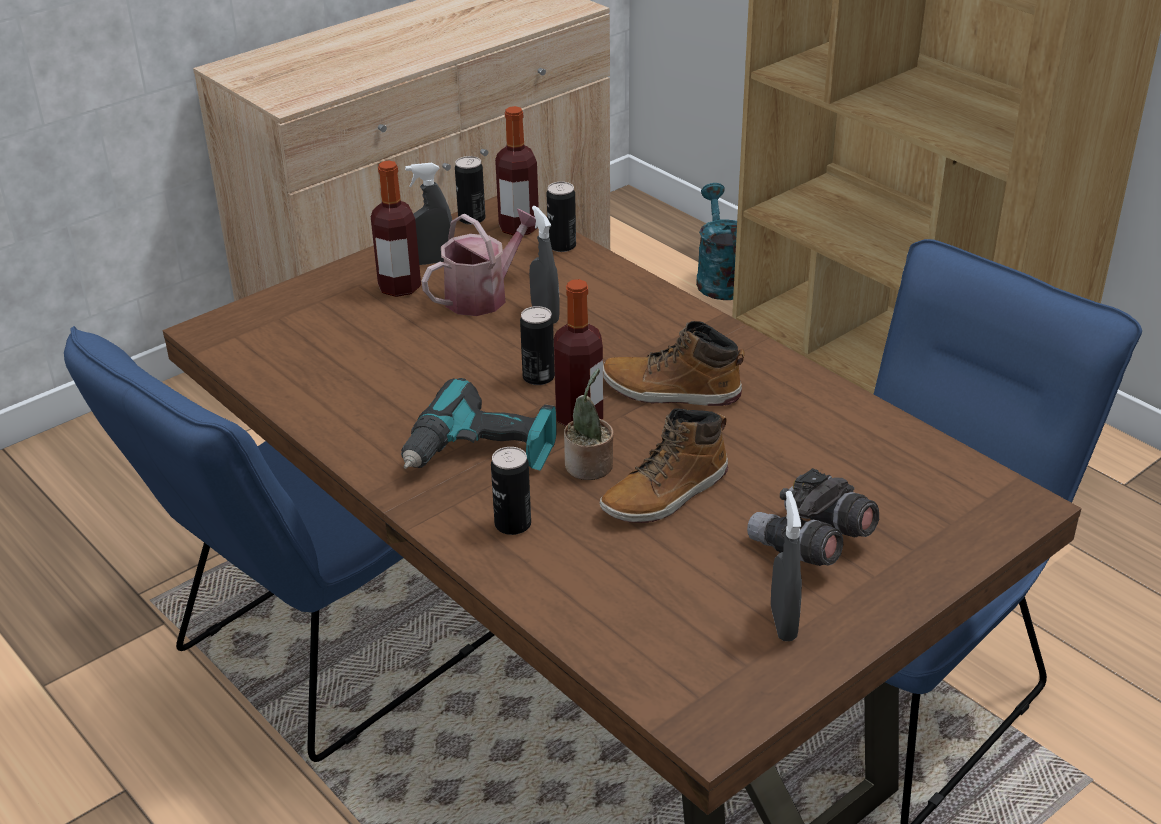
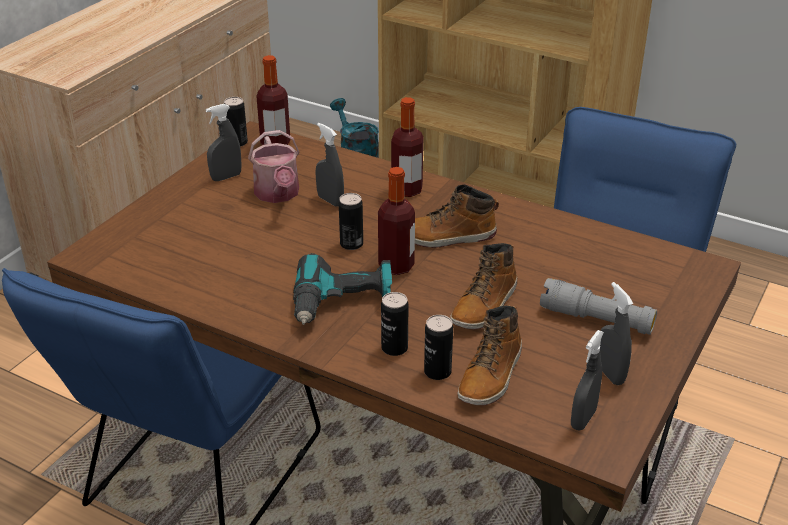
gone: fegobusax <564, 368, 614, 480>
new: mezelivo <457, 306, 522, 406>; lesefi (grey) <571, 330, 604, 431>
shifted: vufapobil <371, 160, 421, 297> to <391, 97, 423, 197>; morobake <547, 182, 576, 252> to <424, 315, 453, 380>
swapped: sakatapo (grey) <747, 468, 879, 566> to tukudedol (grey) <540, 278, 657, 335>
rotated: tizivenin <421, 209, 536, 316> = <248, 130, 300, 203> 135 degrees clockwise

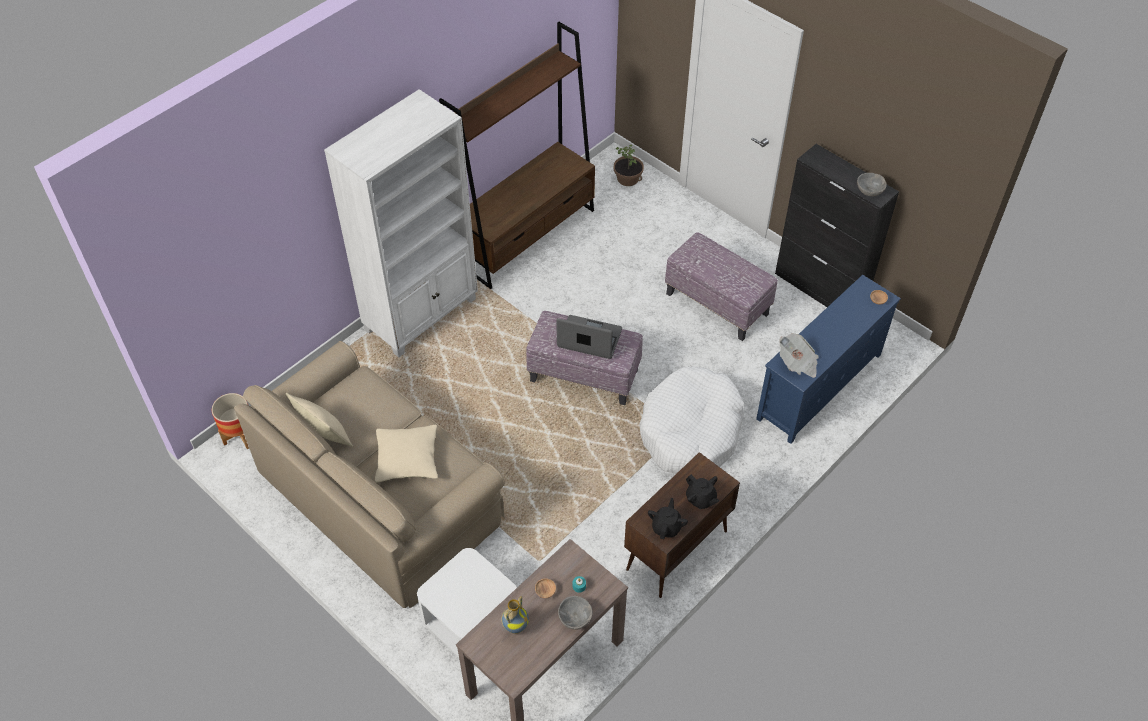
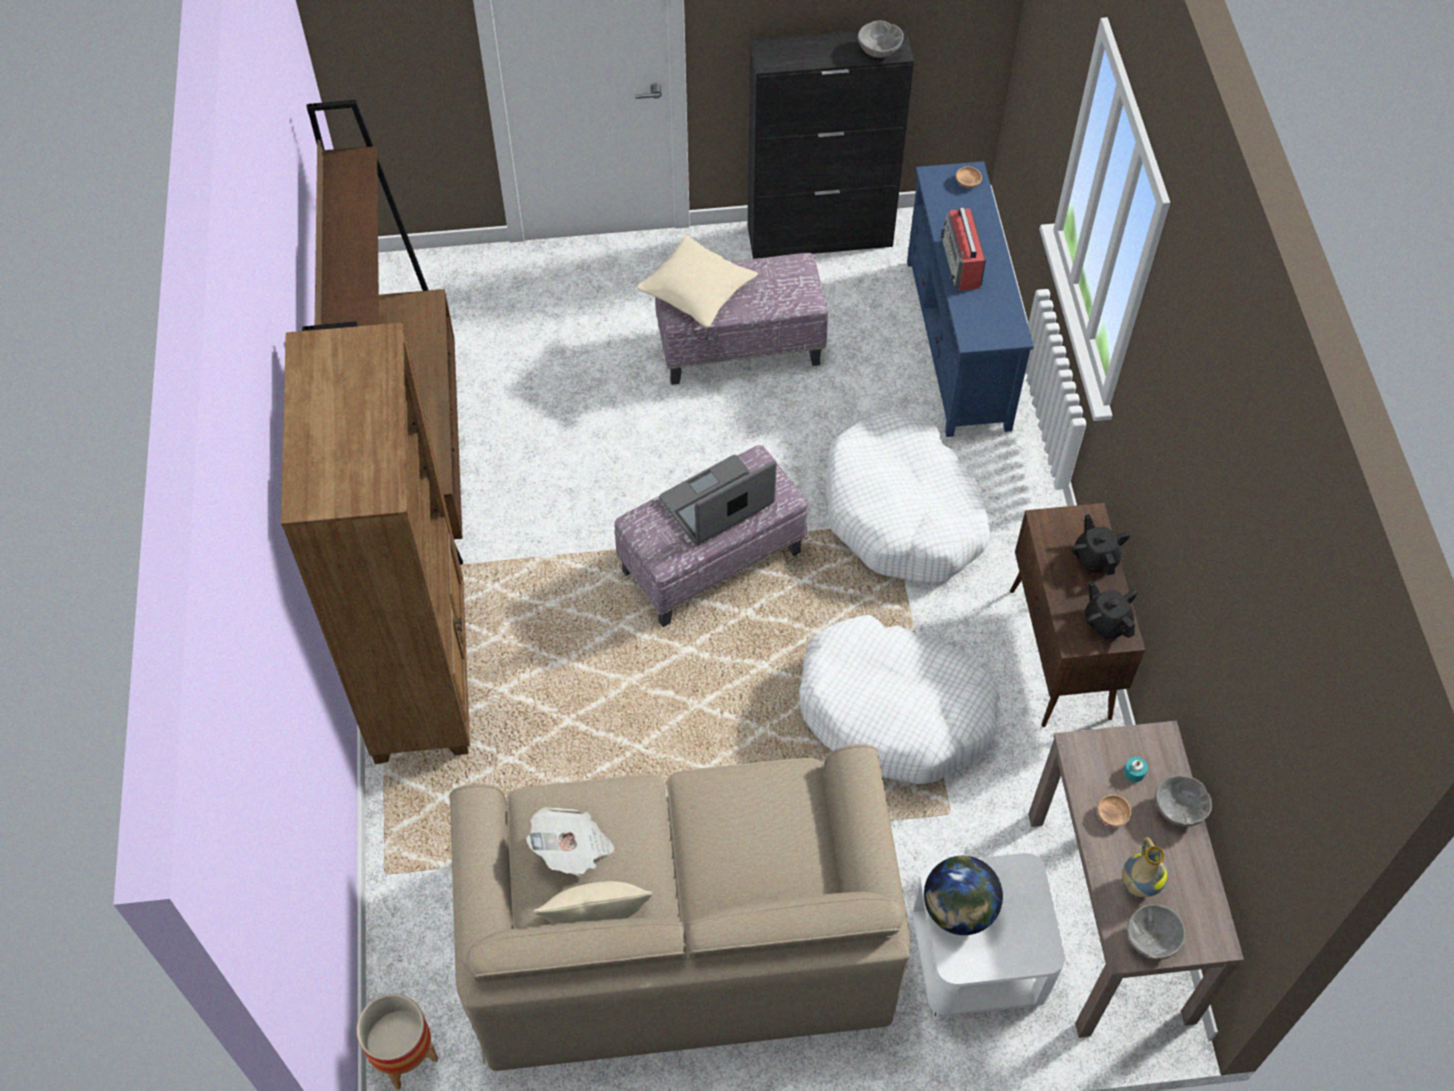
gone: fegobusax <614, 144, 644, 186>
new: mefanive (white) <799, 615, 1000, 784>; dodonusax <924, 856, 1003, 935>; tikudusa <941, 208, 986, 291>; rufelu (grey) <1127, 904, 1185, 960>
shifted: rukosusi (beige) <375, 425, 438, 482> to <636, 235, 758, 328>; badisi <779, 333, 818, 378> to <526, 807, 614, 876>
repainted: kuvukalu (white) <324, 89, 478, 357> to kuvukalu (brown) <281, 322, 470, 764>
rotated: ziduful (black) <686, 474, 720, 509> = <1072, 514, 1130, 575> 105 degrees counterclockwise

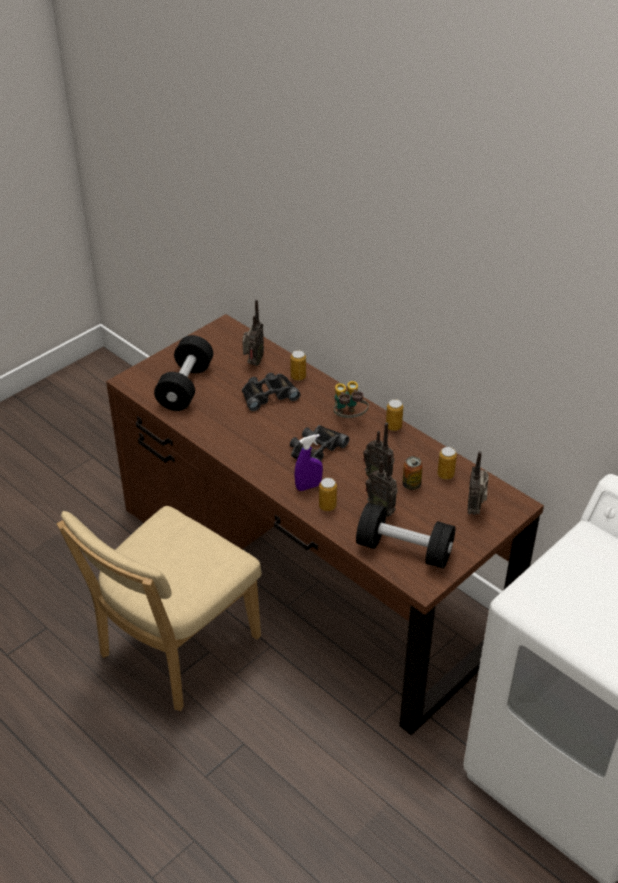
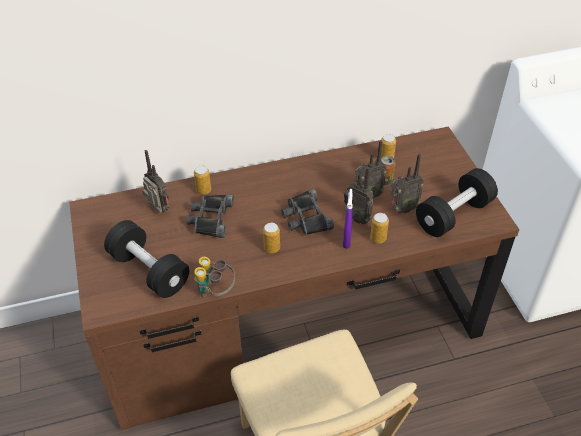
shifted: sakatapo <334, 381, 369, 418> to <194, 257, 235, 297>; morobake <386, 399, 403, 431> to <263, 223, 280, 253>; tikudusa <468, 451, 489, 515> to <344, 167, 374, 224>

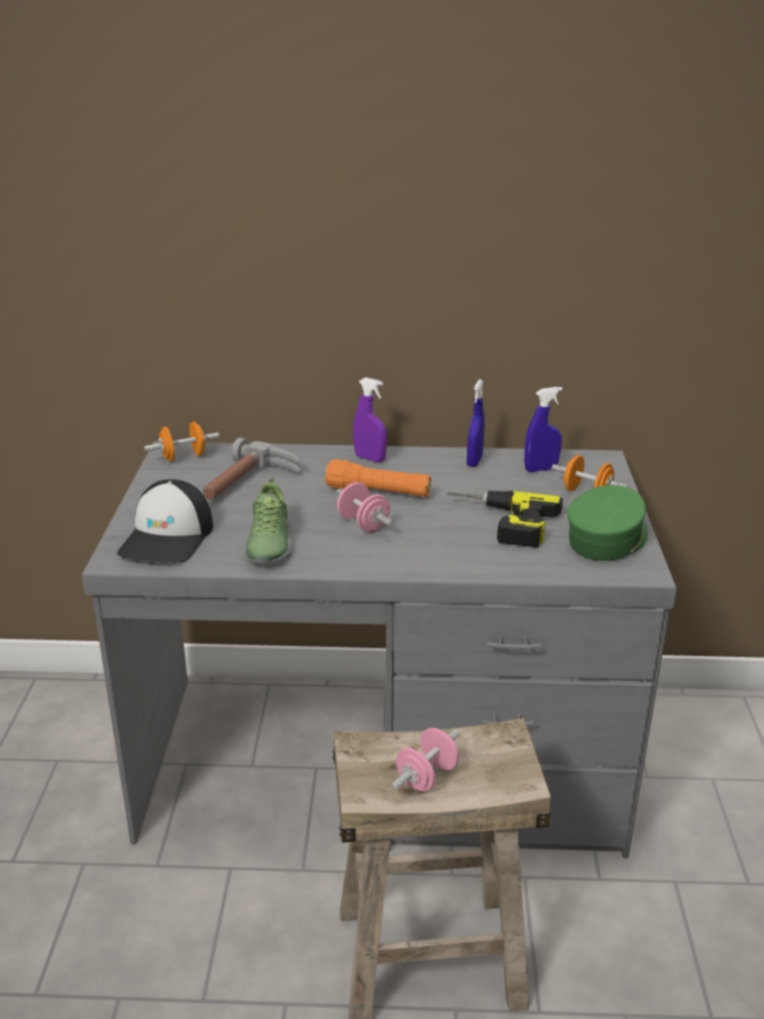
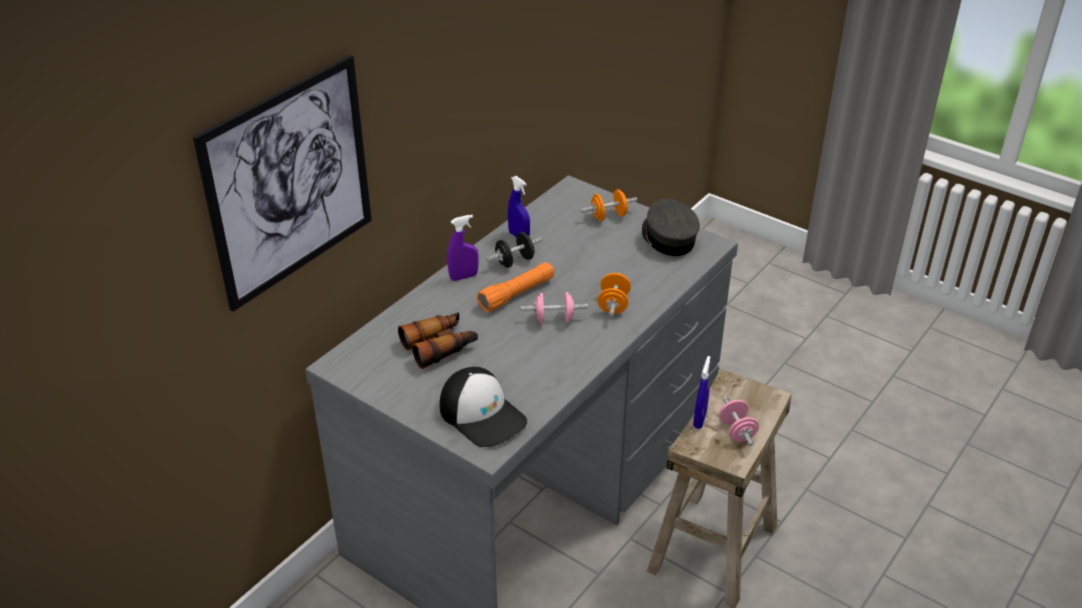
gone: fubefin <244, 478, 292, 564>; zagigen <447, 491, 563, 548>
new: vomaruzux <193, 55, 372, 312>; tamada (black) <486, 232, 542, 268>
shifted: tamada (orange) <144, 422, 219, 461> to <598, 272, 631, 316>; lesefi (blue) <524, 387, 562, 472> to <693, 356, 710, 429>
swapped: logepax <203, 438, 300, 499> to sakatapo <398, 312, 478, 369>
repainted: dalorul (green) <567, 485, 648, 561> to dalorul (grey) <642, 199, 700, 256>

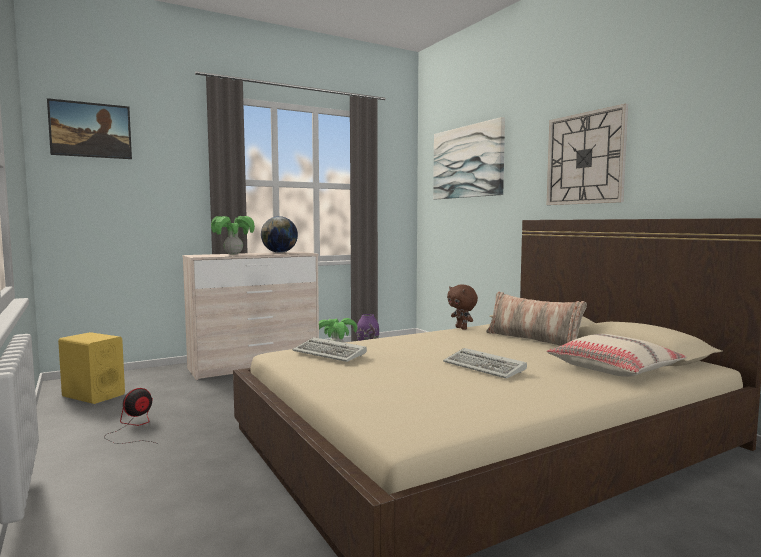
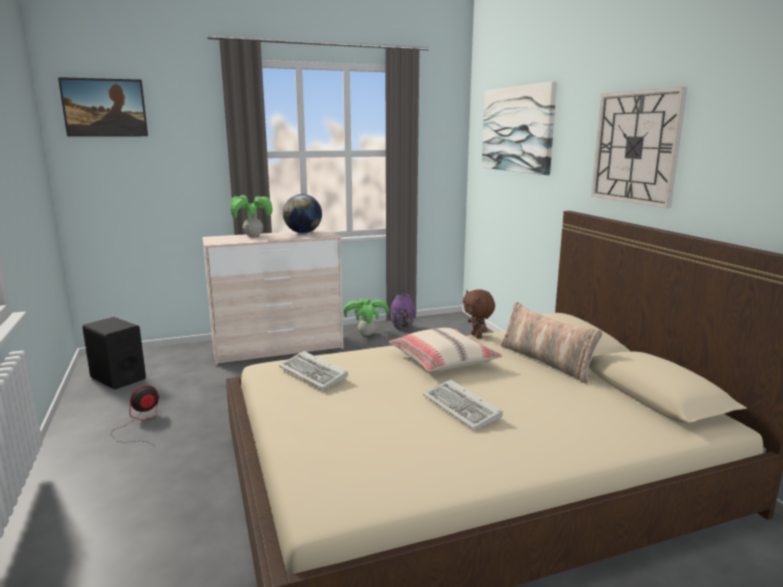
shifted: rukosusi (beige) <547, 334, 687, 377> to <389, 328, 503, 372>
repainted: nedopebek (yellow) <58, 332, 125, 404> to nedopebek (black) <82, 317, 146, 390>

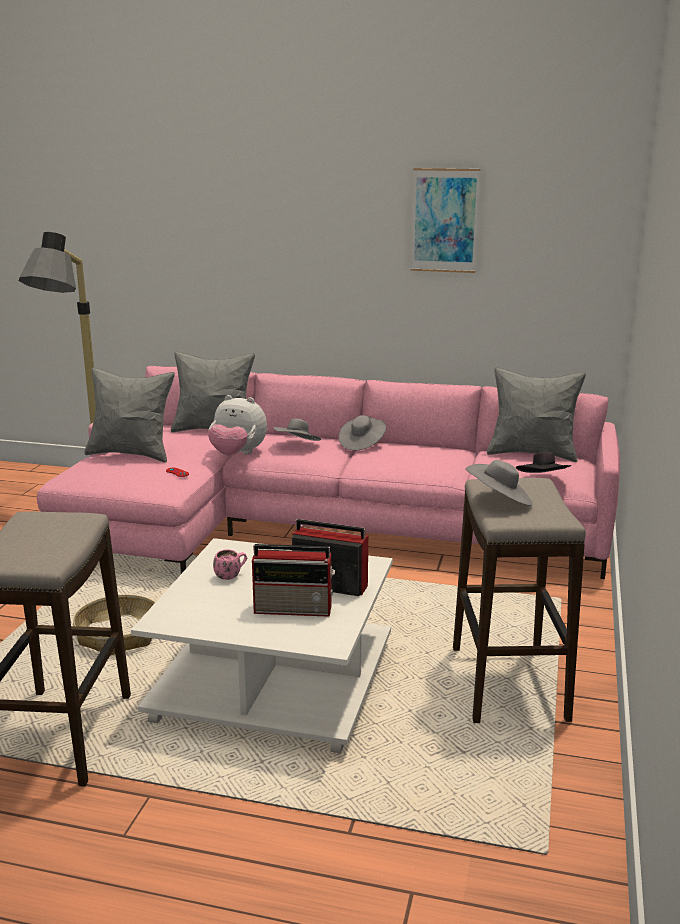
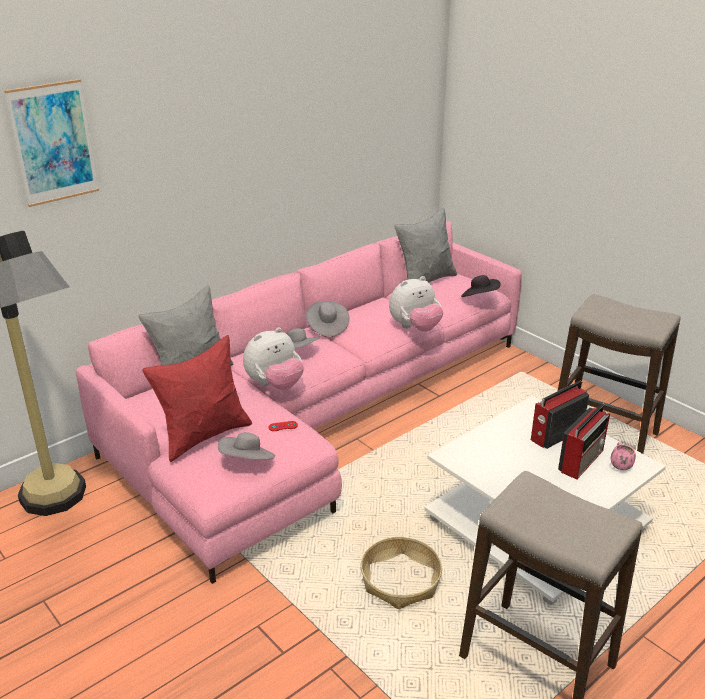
new: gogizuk <389, 276, 443, 332>
shifted: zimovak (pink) <213, 549, 247, 580> to <611, 442, 636, 470>; vomaruzux <411, 168, 481, 273> to <4, 79, 99, 207>; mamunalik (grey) <465, 460, 532, 506> to <218, 432, 275, 460>
repainted: rukosusi (grey) <84, 367, 175, 463> to rukosusi (red) <142, 335, 252, 462>

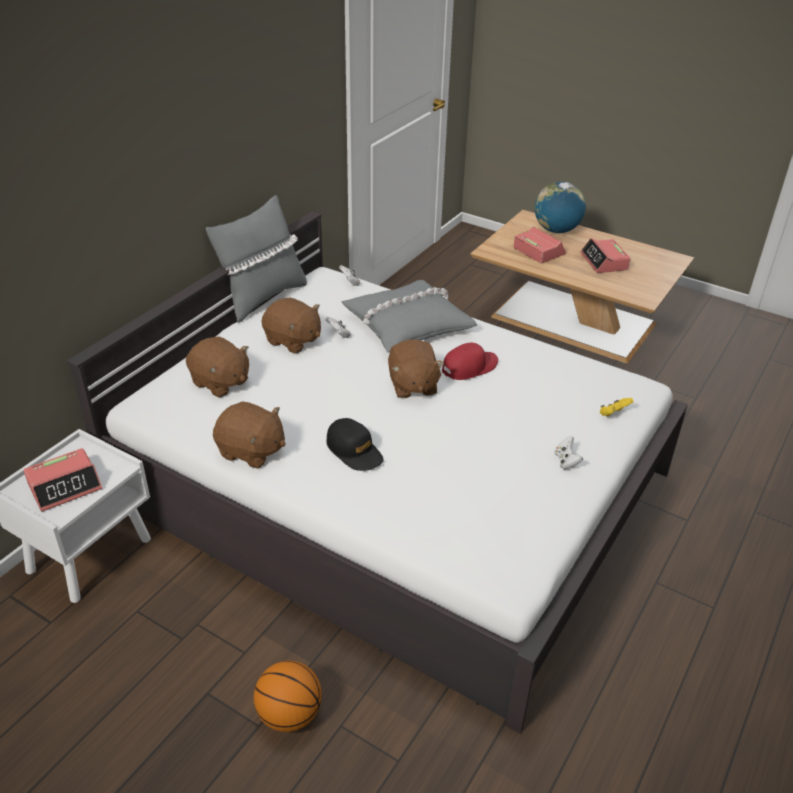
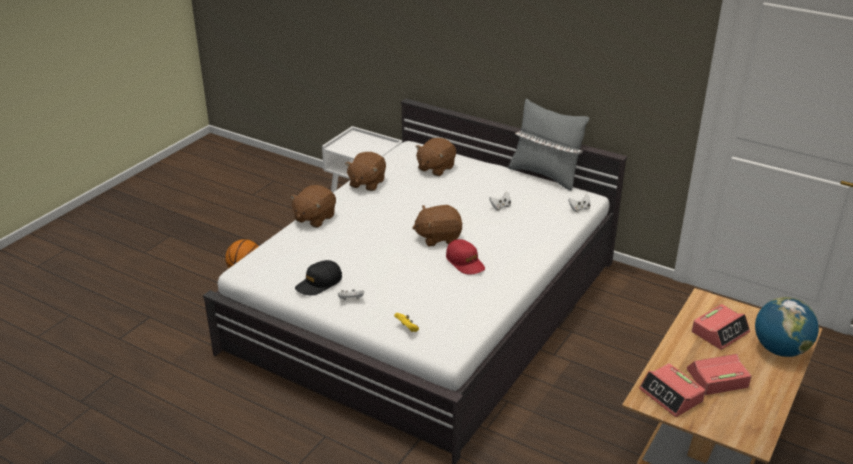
gone: rukosusi (grey) <342, 280, 477, 353>
shifted: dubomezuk <24, 448, 102, 512> to <639, 363, 705, 417>; gogizuk (brown) <262, 297, 321, 354> to <290, 185, 336, 228>; dalorul (black) <326, 418, 384, 471> to <295, 260, 342, 295>

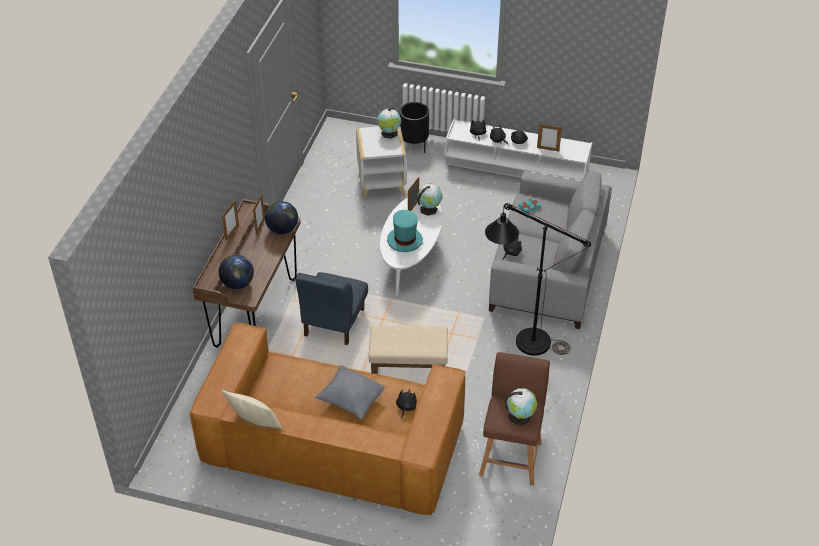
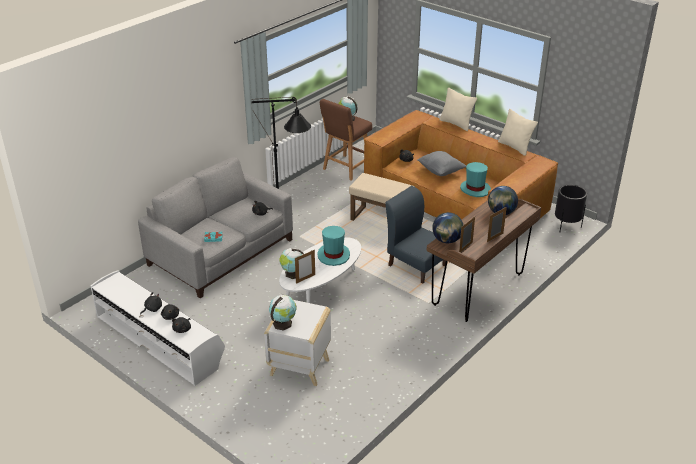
gone: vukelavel <537, 124, 562, 152>
new: rukosusi (beige) <439, 88, 477, 131>; mamunalik (turquoise) <460, 162, 491, 197>
shifted: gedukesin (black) <399, 102, 429, 153> to <555, 185, 587, 233>
rotated: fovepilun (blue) <295, 272, 368, 345> = <385, 186, 446, 284> 90 degrees counterclockwise

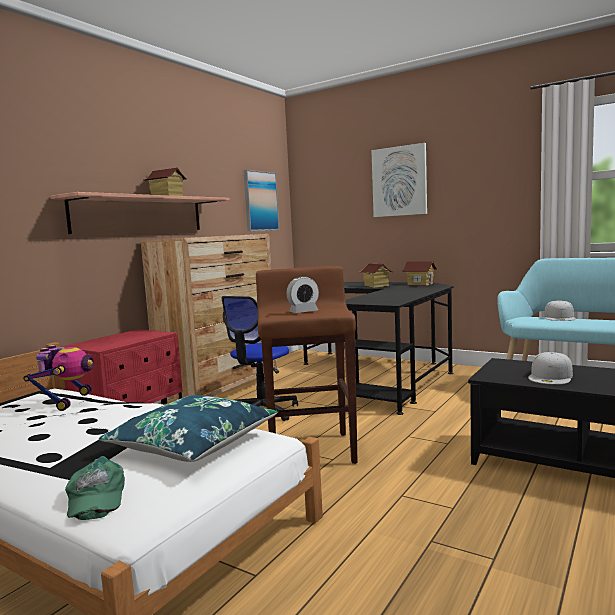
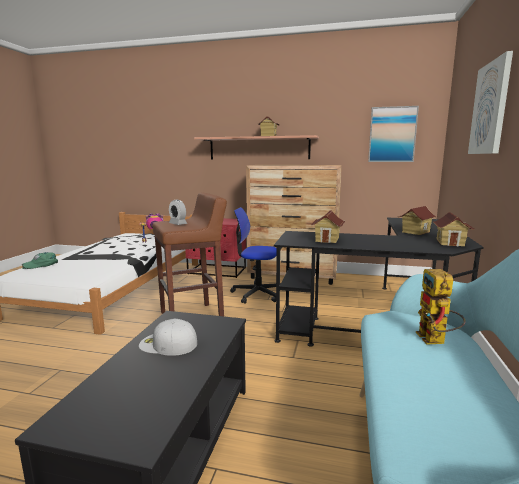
gone: rukosusi (blue) <99, 395, 278, 462>
new: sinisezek <310, 210, 345, 243>
swapped: dalorul (white) <544, 300, 576, 321> to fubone <416, 269, 465, 344>

